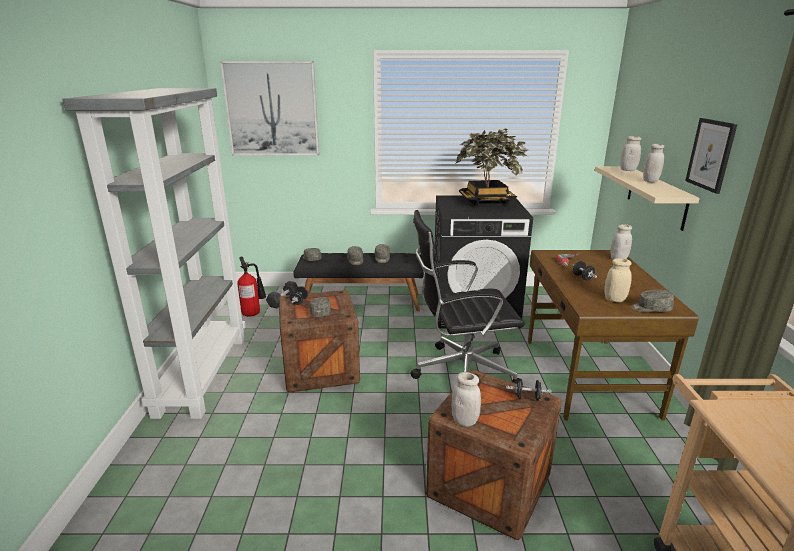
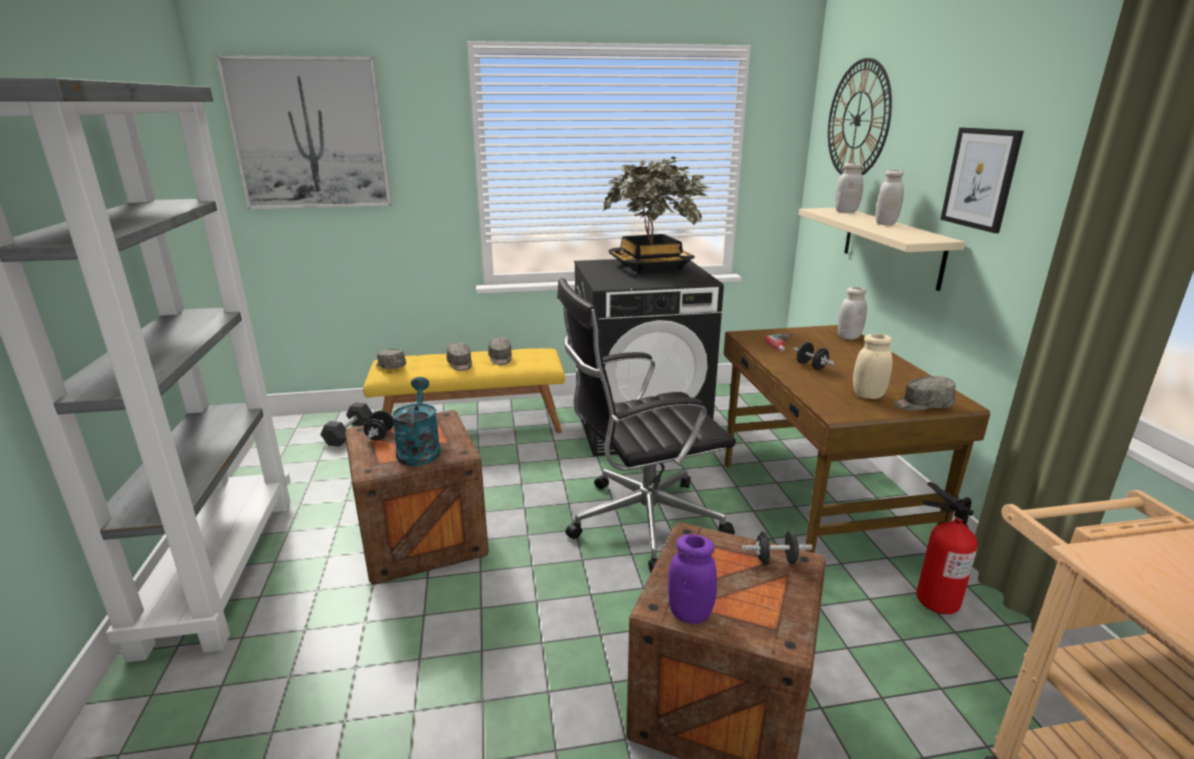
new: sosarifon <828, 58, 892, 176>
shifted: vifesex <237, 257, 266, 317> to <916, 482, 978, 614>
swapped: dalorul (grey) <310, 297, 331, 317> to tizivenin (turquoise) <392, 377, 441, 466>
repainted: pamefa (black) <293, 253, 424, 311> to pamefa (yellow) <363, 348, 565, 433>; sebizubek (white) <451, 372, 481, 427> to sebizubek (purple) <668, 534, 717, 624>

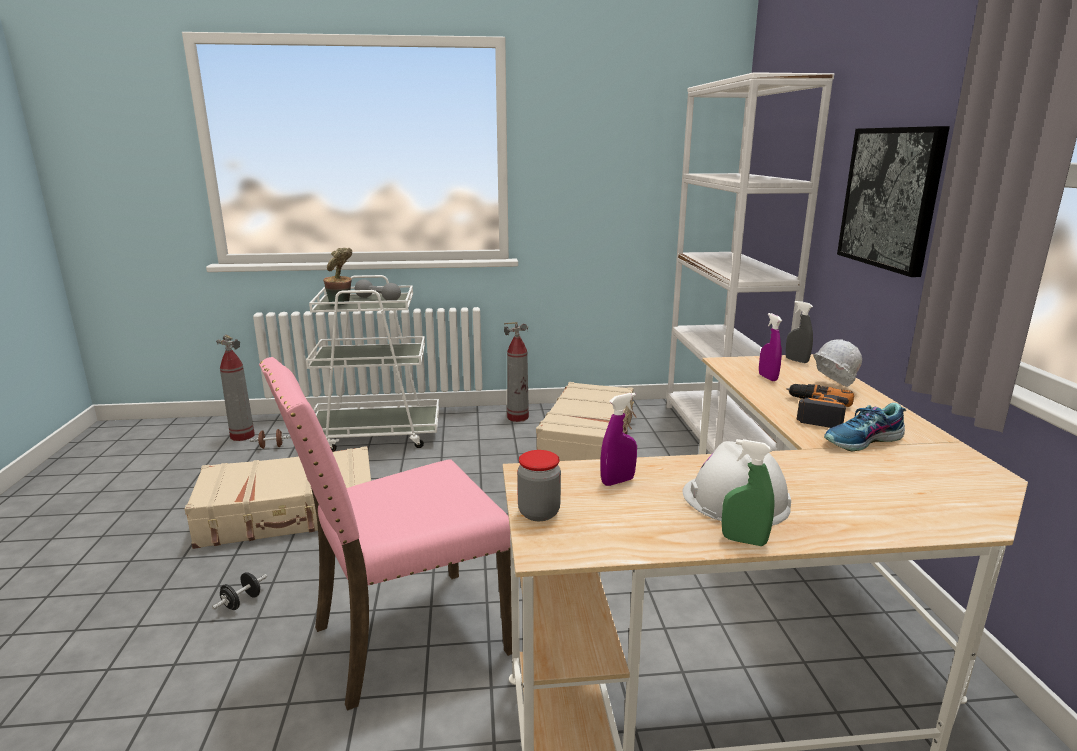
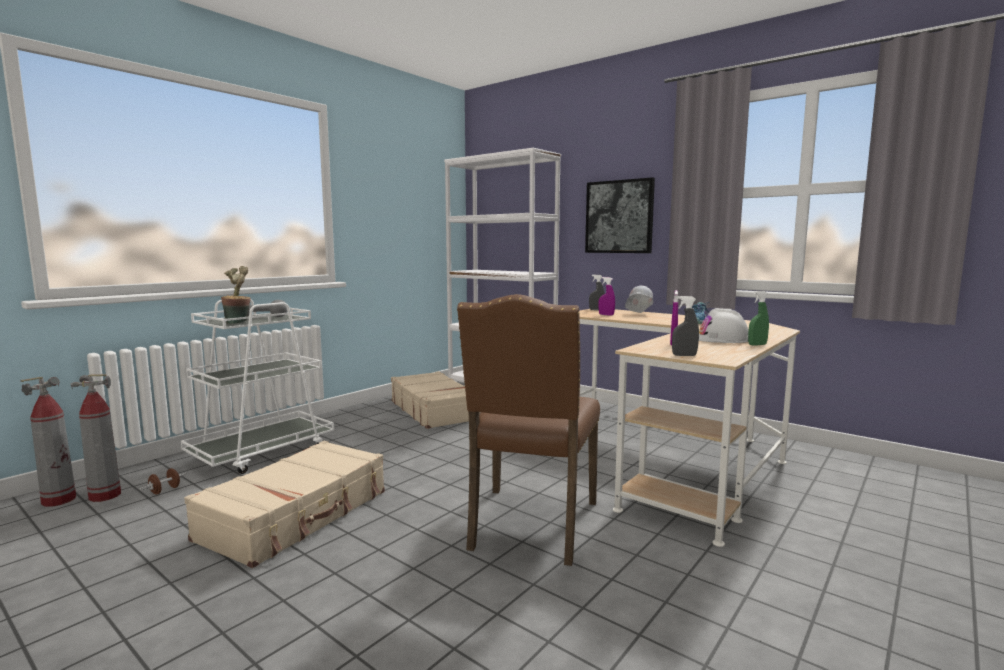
gone: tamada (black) <212, 572, 267, 610>; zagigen <786, 384, 854, 428>
shifted: vifesex <504, 322, 529, 422> to <21, 377, 76, 507>
swapped: sebizubek <517, 450, 561, 521> to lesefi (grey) <672, 296, 699, 356>
repainted: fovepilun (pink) <259, 357, 512, 711> to fovepilun (brown) <457, 294, 600, 566>

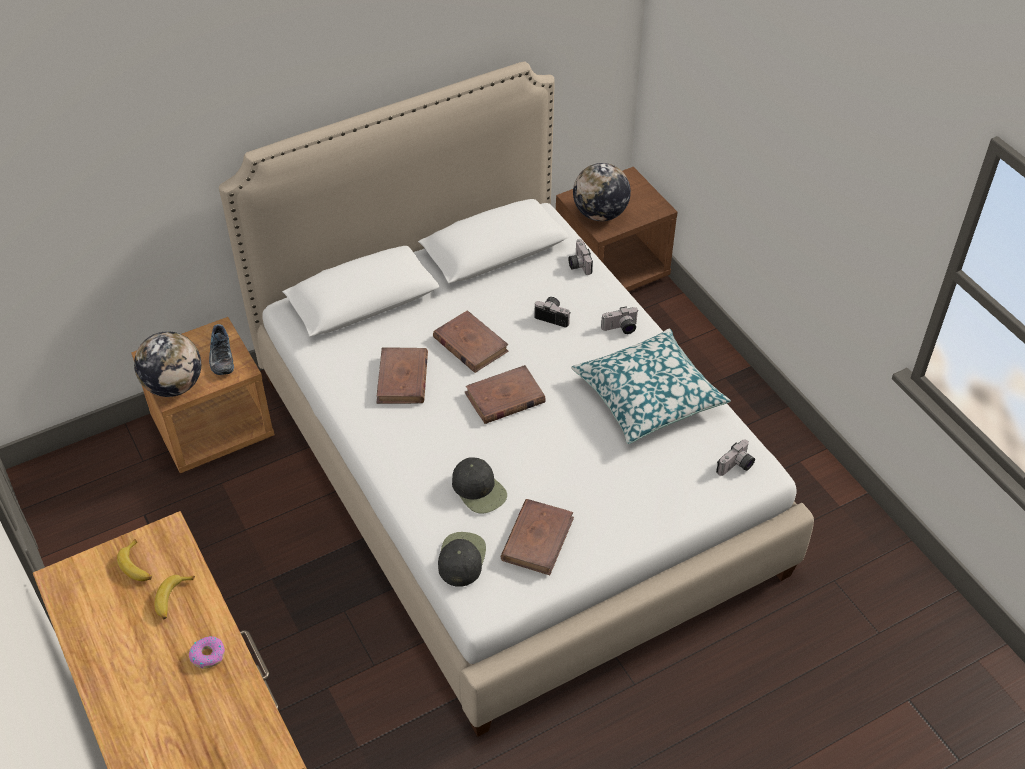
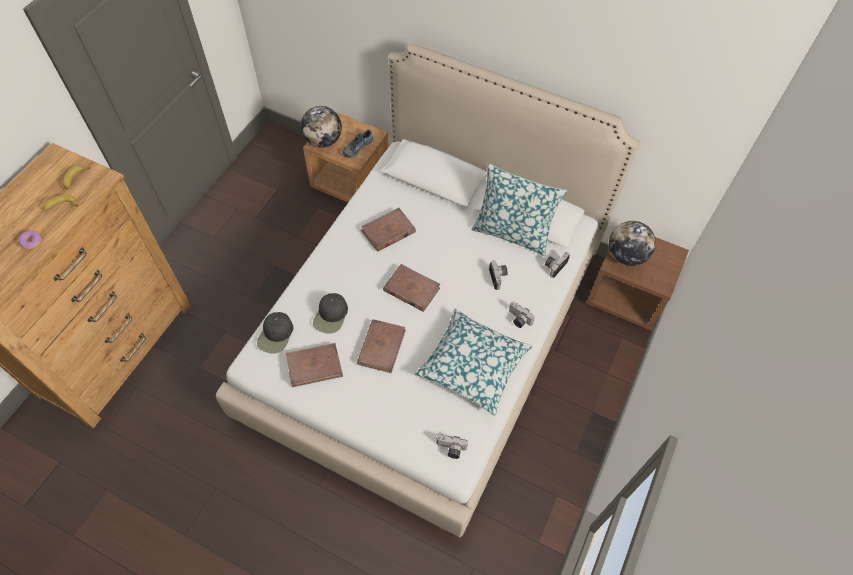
new: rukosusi <471, 163, 567, 256>
shifted: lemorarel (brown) <433, 310, 509, 373> to <357, 319, 406, 373>
rotated: dalorul (black) <438, 532, 486, 587> = <257, 312, 293, 354> 135 degrees clockwise

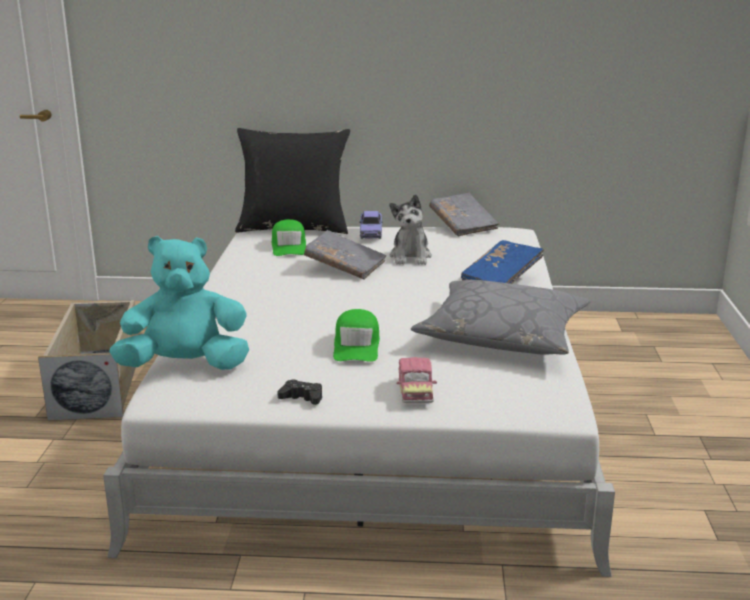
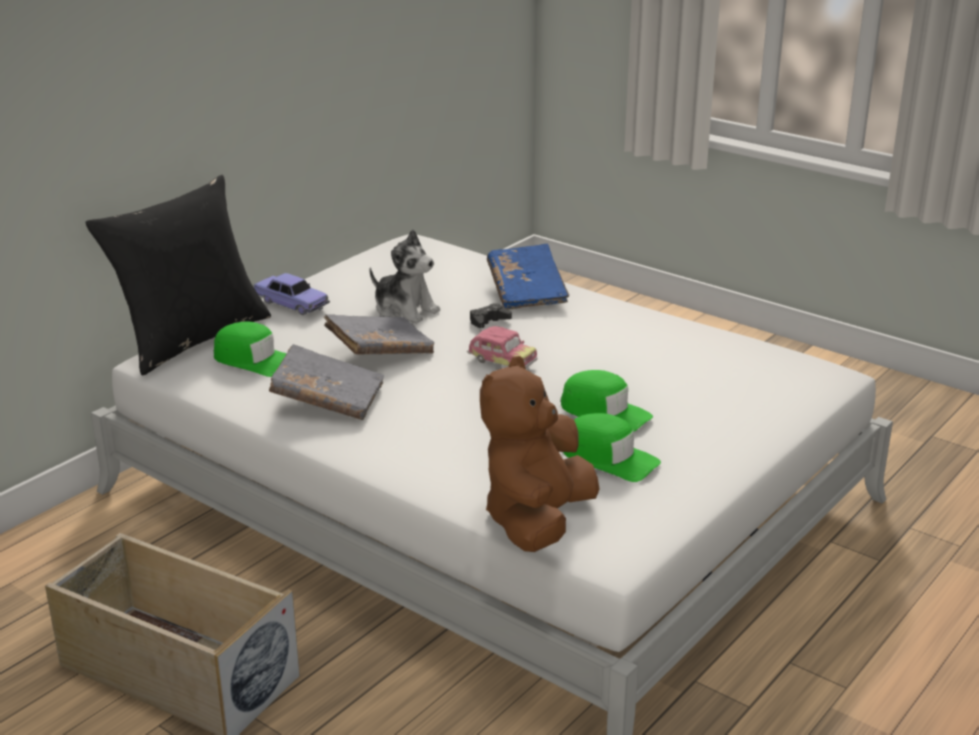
gone: rukosusi (grey) <411, 280, 591, 355>
new: dalorul (green) <563, 413, 661, 482>
shifted: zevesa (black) <277, 379, 322, 405> to <470, 303, 512, 328>; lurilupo <397, 357, 437, 403> to <467, 326, 537, 368>; lemorarel (grey) <429, 192, 500, 236> to <269, 344, 384, 420>
repainted: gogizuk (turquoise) <110, 236, 249, 370> to gogizuk (brown) <480, 356, 600, 552>

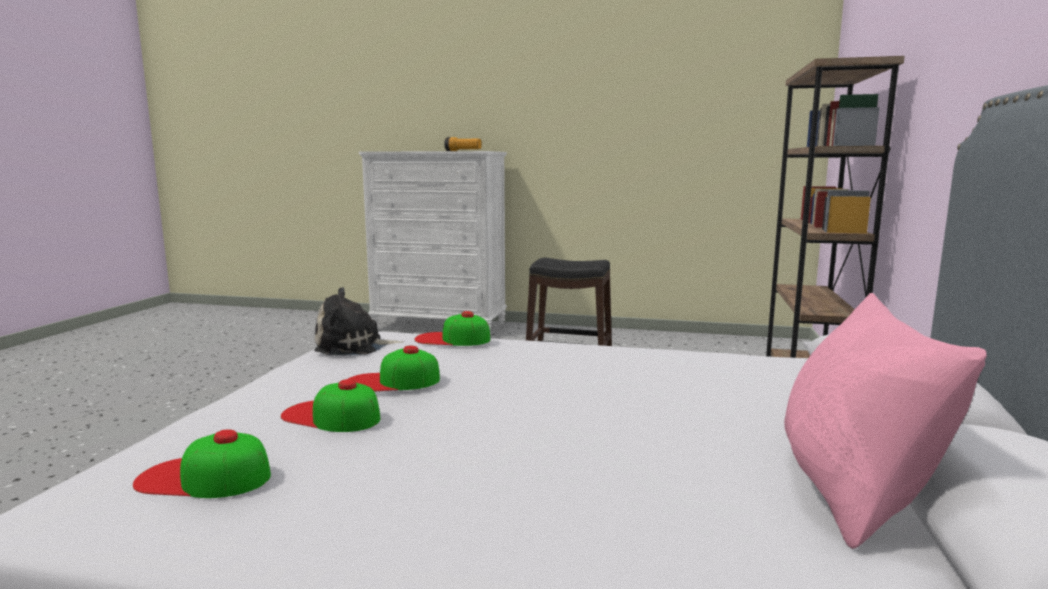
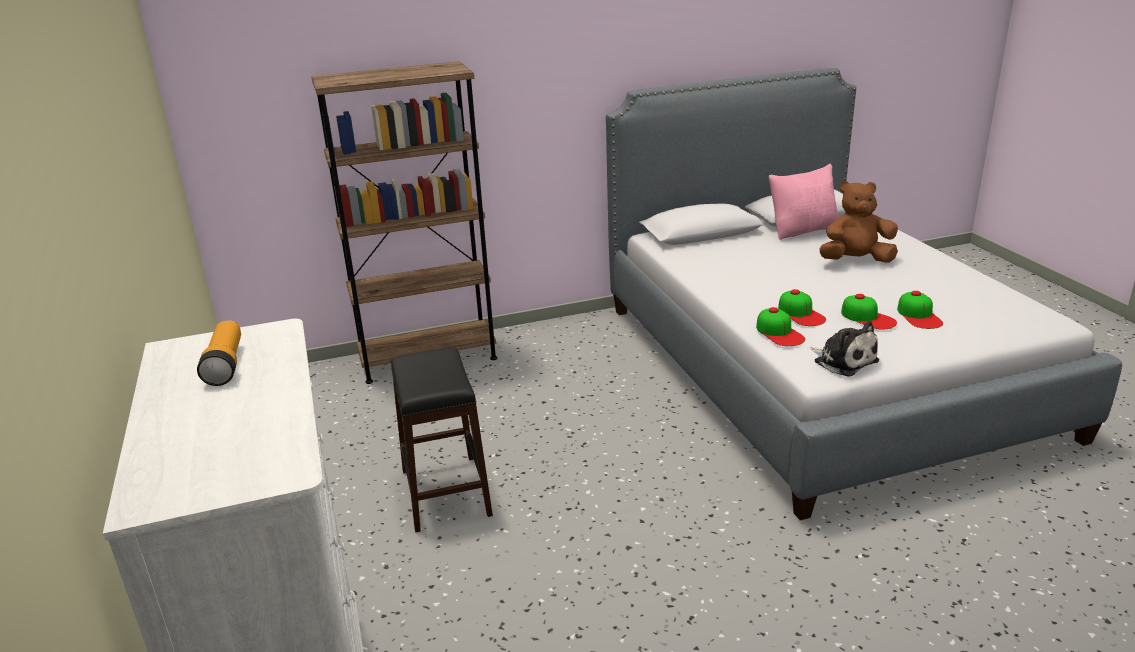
new: gogizuk (brown) <819, 181, 898, 263>
shifted: dalorul <133, 429, 271, 498> to <778, 289, 826, 326>

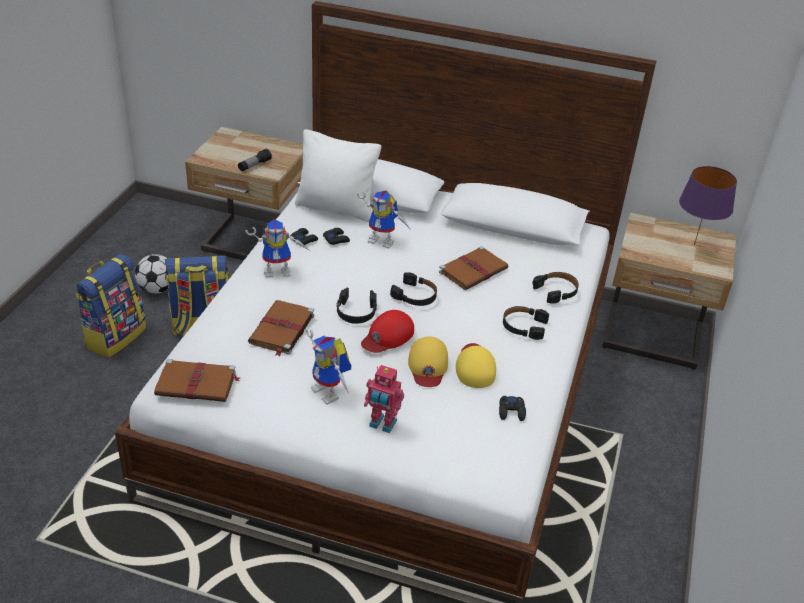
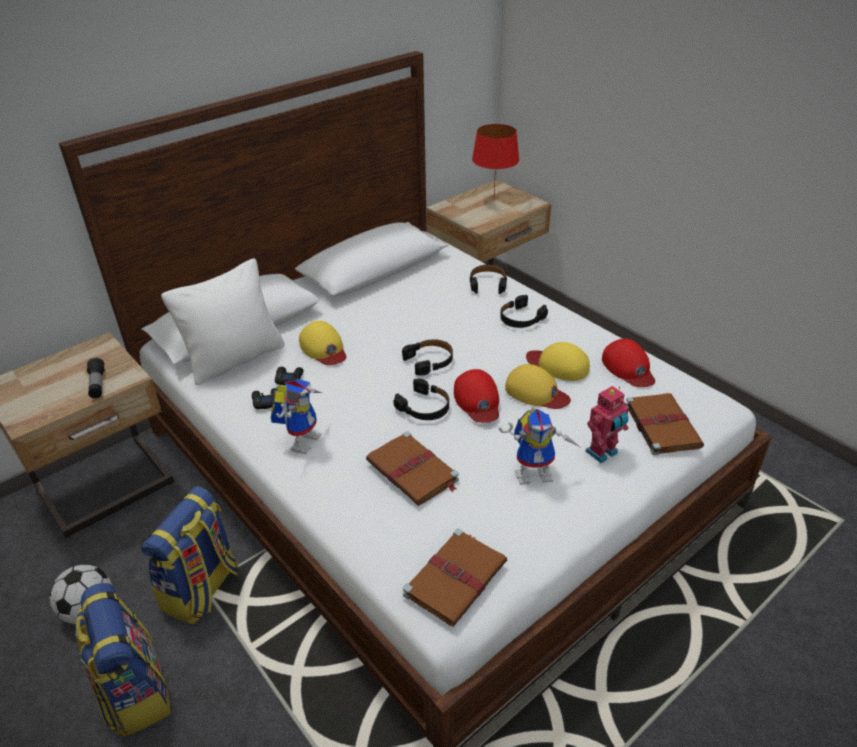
shifted: lemorarel (brown) <439, 246, 508, 290> to <626, 393, 704, 455>
swapped: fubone <357, 191, 411, 248> to dalorul (yellow) <299, 321, 346, 365>; zevesa (black) <499, 396, 526, 421> to dalorul (red) <602, 339, 655, 387>
repainted: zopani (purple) <679, 166, 737, 245> to zopani (red) <472, 124, 519, 196>

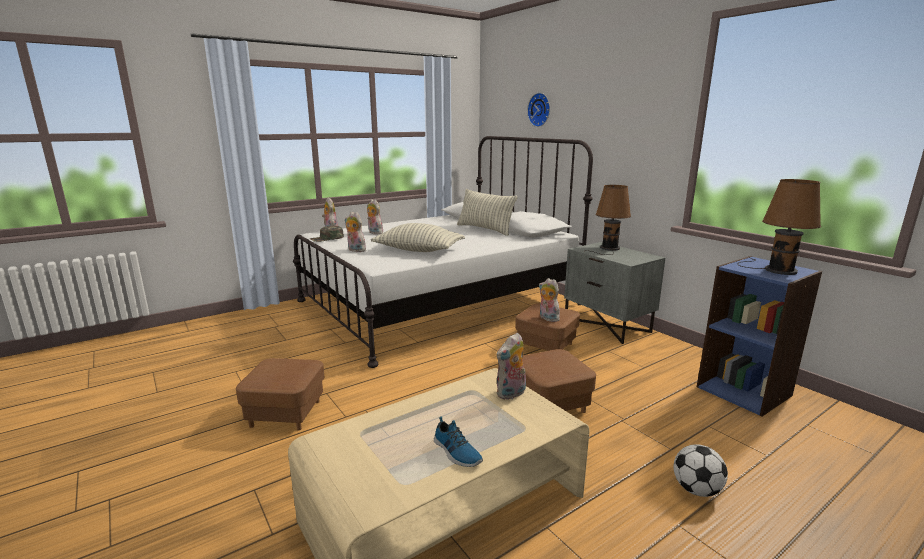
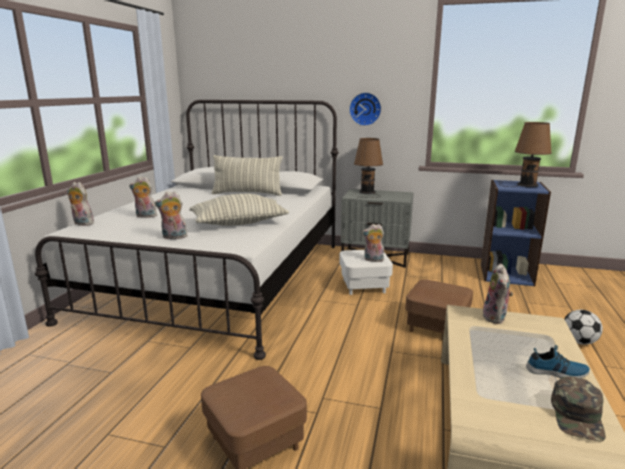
shifted: dalorul (green) <310, 226, 344, 242> to <551, 376, 606, 442>; sosarifon <527, 93, 550, 127> to <349, 92, 381, 126>
repainted: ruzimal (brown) <515, 303, 580, 351> to ruzimal (white) <339, 250, 393, 295>

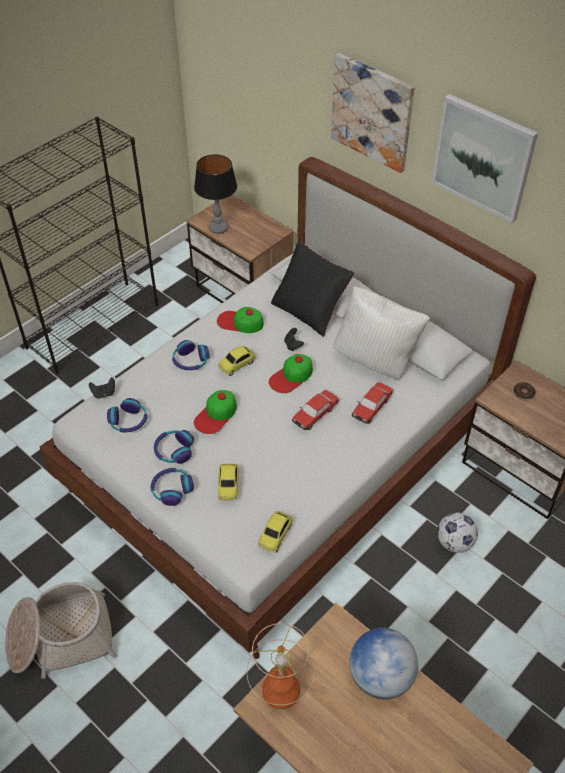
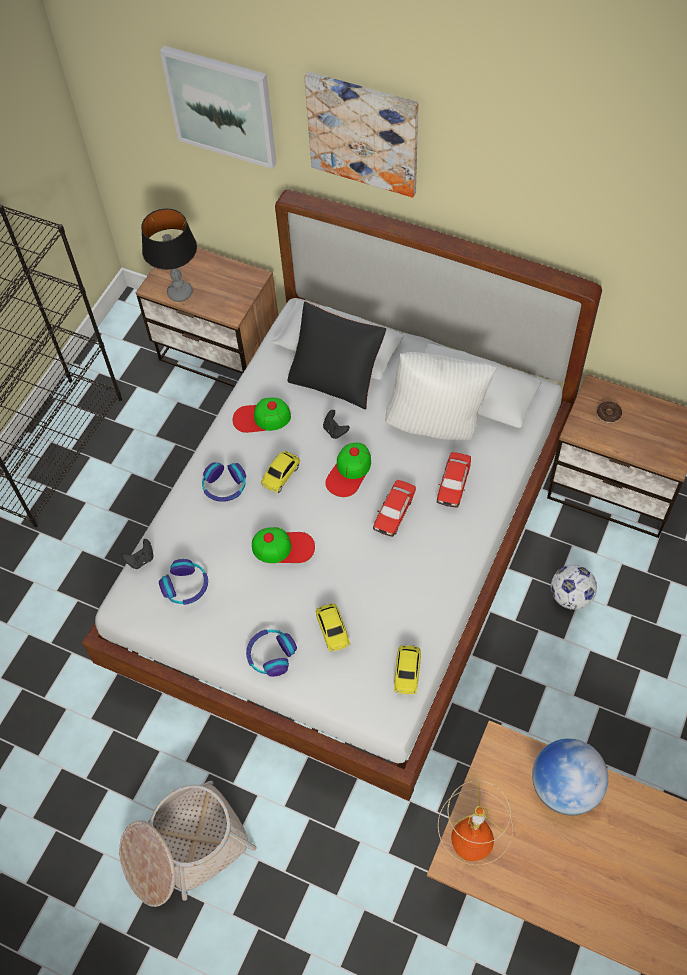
gone: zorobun <154, 430, 194, 464>
shifted: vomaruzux <431, 94, 538, 223> to <160, 46, 277, 169>
rotated: dalorul <194, 390, 237, 434> = <252, 527, 315, 563> 105 degrees counterclockwise

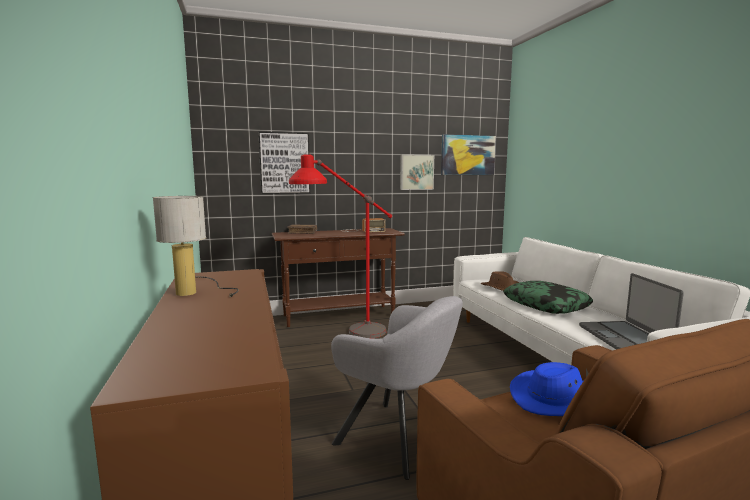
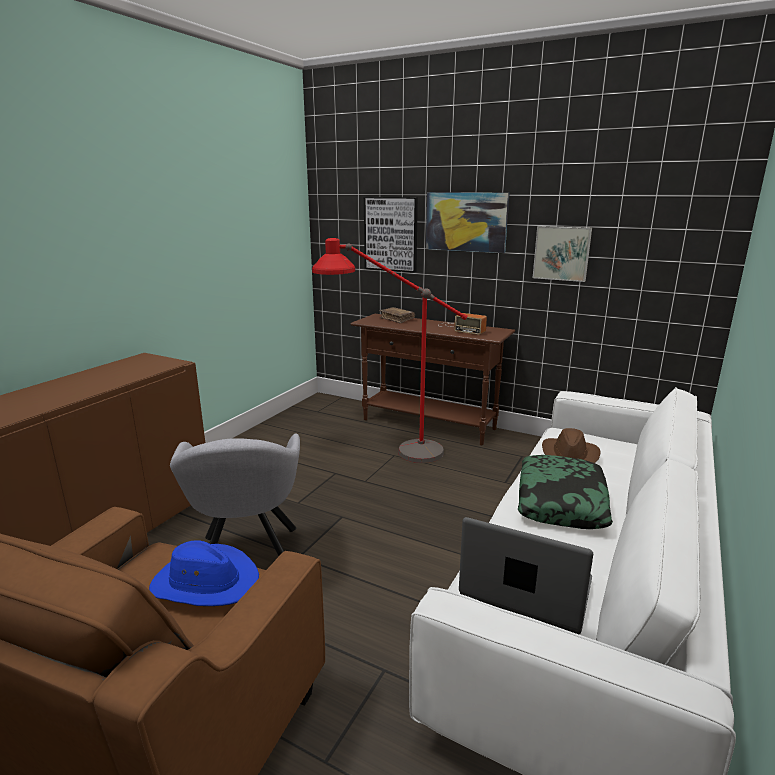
gone: zopani <152, 196, 239, 297>
shifted: vomaruzux <441, 134, 496, 175> to <426, 192, 510, 253>
rotated: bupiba <579, 273, 684, 349> = <459, 517, 593, 634> 75 degrees clockwise

